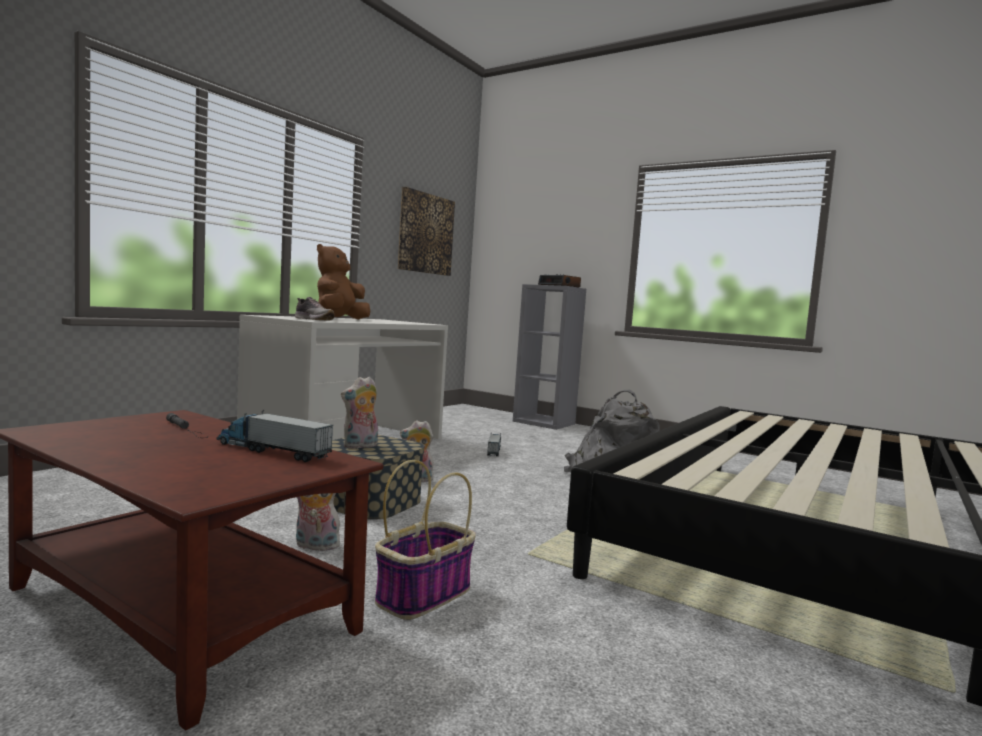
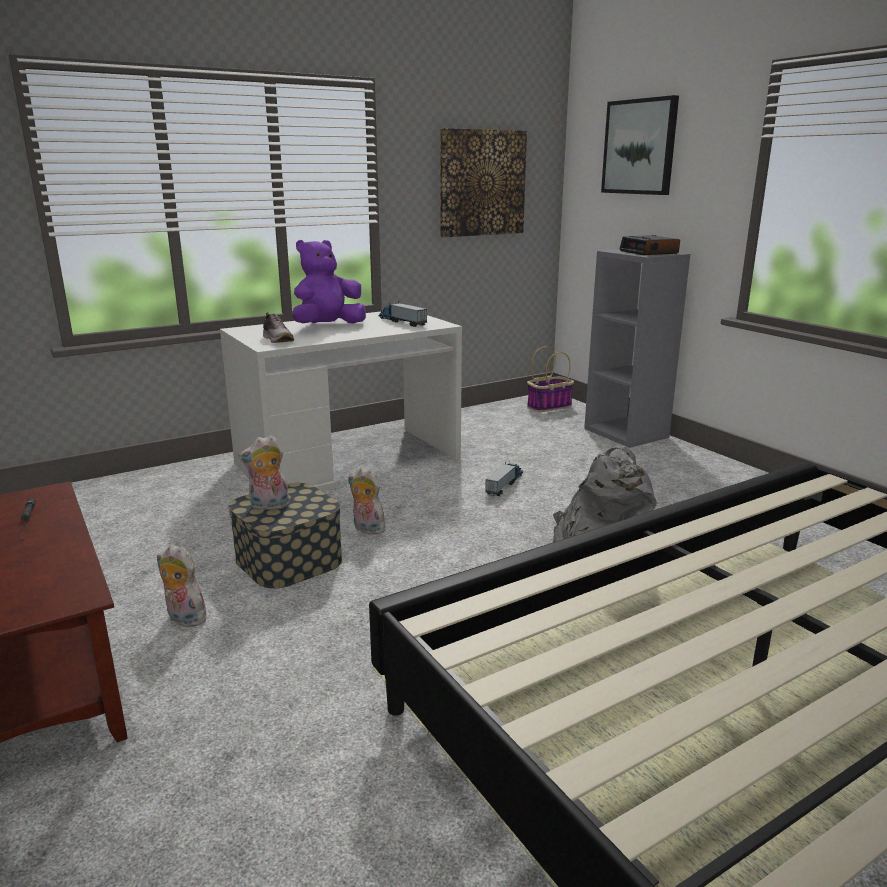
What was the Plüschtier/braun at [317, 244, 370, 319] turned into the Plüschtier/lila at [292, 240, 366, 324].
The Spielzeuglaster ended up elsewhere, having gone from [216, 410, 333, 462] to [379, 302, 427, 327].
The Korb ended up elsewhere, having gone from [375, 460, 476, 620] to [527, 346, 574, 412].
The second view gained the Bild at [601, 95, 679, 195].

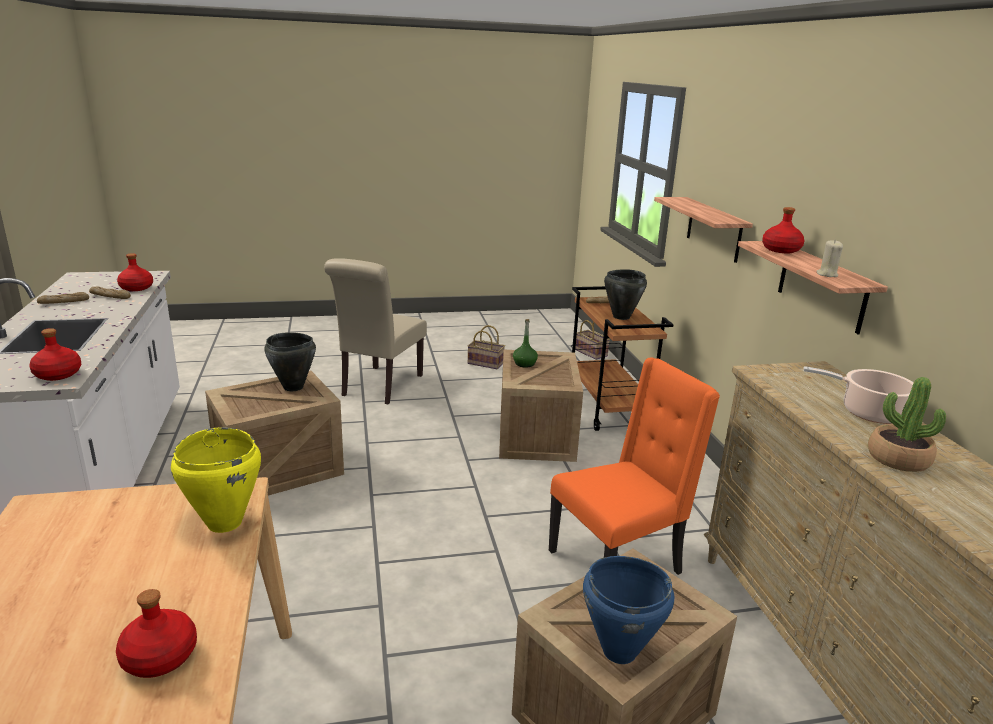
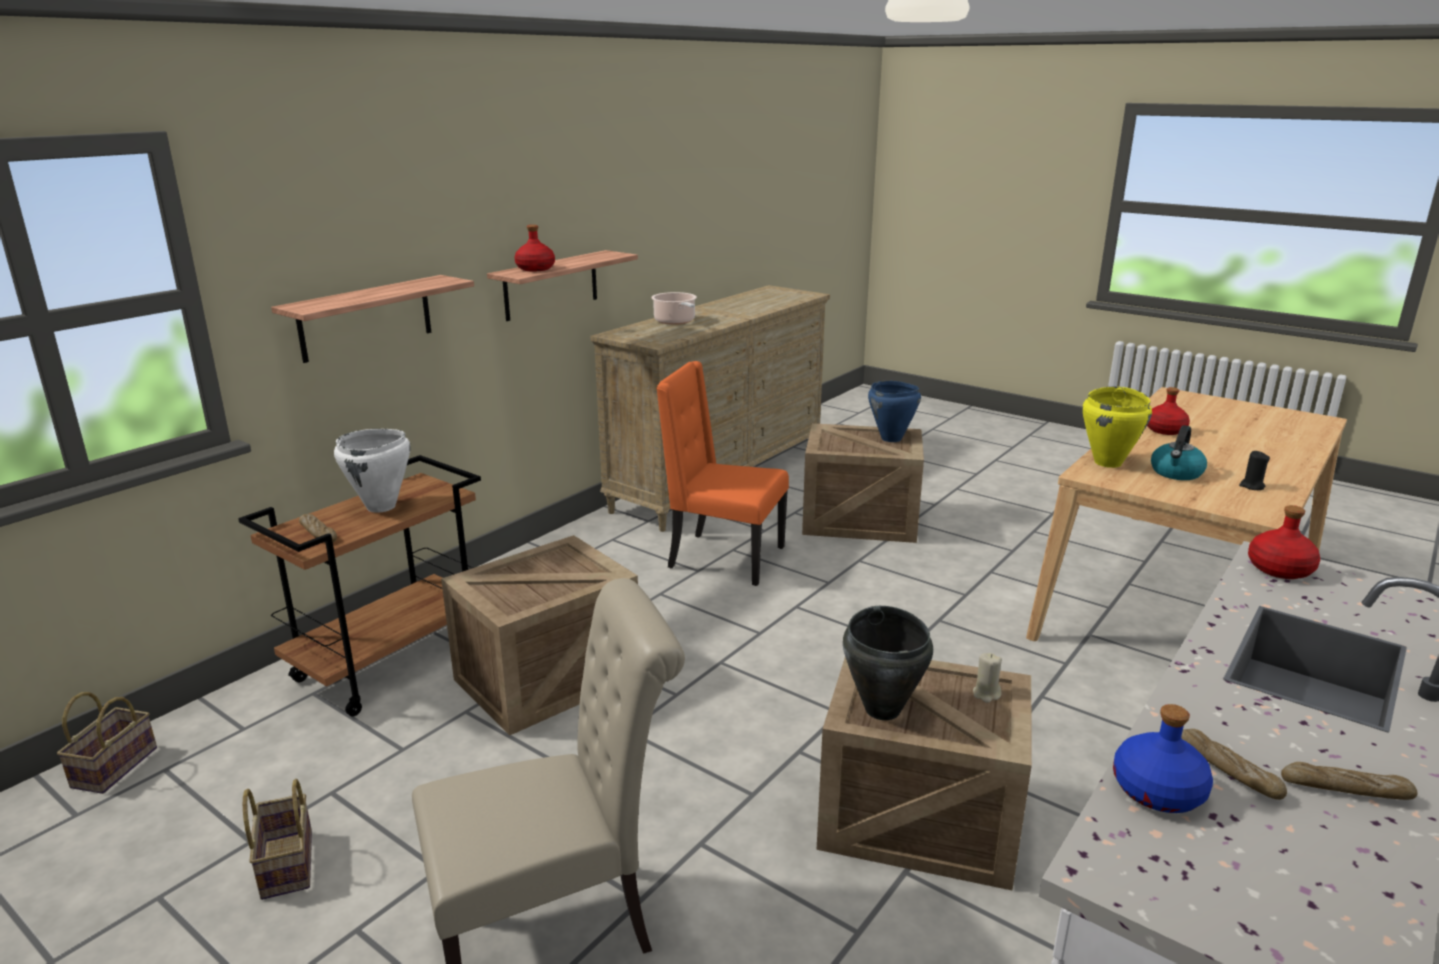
What was the Kochtopf/schwarz at [604, 269, 647, 320] turned into the Kochtopf/weiß at [334, 429, 411, 513].
The Kerze/beige ended up elsewhere, having gone from [816, 240, 843, 277] to [973, 653, 1002, 703].
What was the Flasche/rot at [117, 253, 153, 291] turned into the Flasche/blau at [1113, 704, 1213, 813].
The second view gained the Wasserkessel at [1151, 425, 1207, 480].
The second view gained the Kerze/schwarz at [1239, 451, 1270, 490].
The second view lost the Flasche/grün at [513, 319, 538, 368].
The second view lost the Topfpflanze at [868, 377, 946, 472].

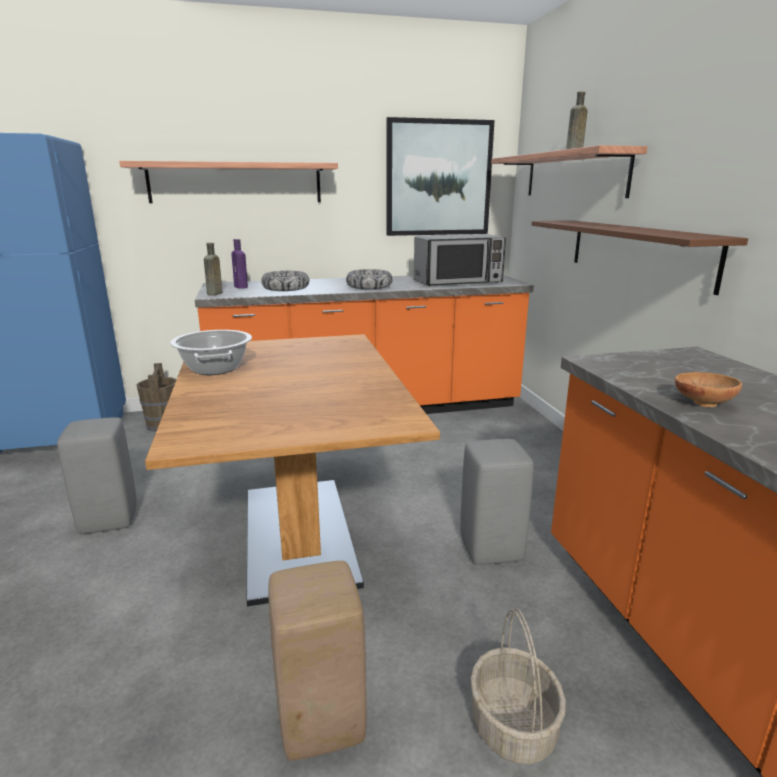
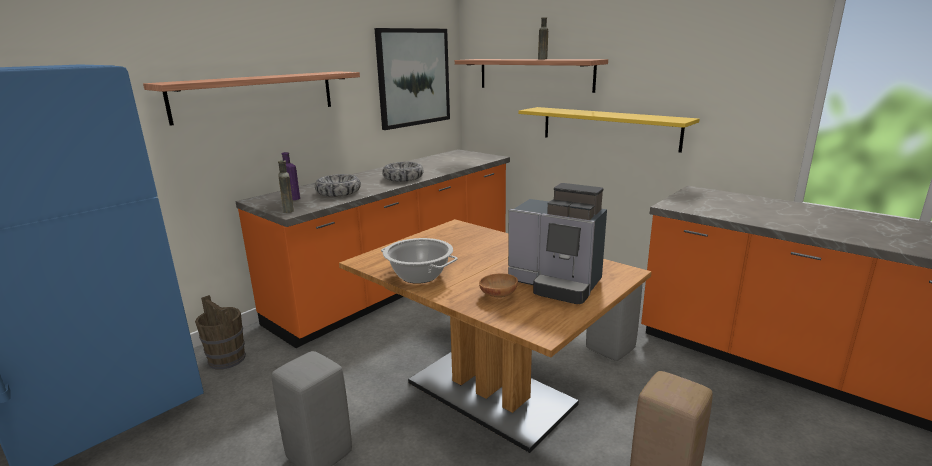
The Schüssel/braun ended up elsewhere, having gone from [675, 372, 742, 408] to [479, 273, 518, 299].
The second view gained the Kaffeemaschine at [508, 183, 607, 304].
What was the Wandregal/braun at [532, 220, 748, 295] turned into the Wandregal/gelb at [518, 107, 699, 153].
The second view lost the Mikrowelle at [414, 234, 506, 286].
The second view lost the Korb at [470, 608, 566, 764].

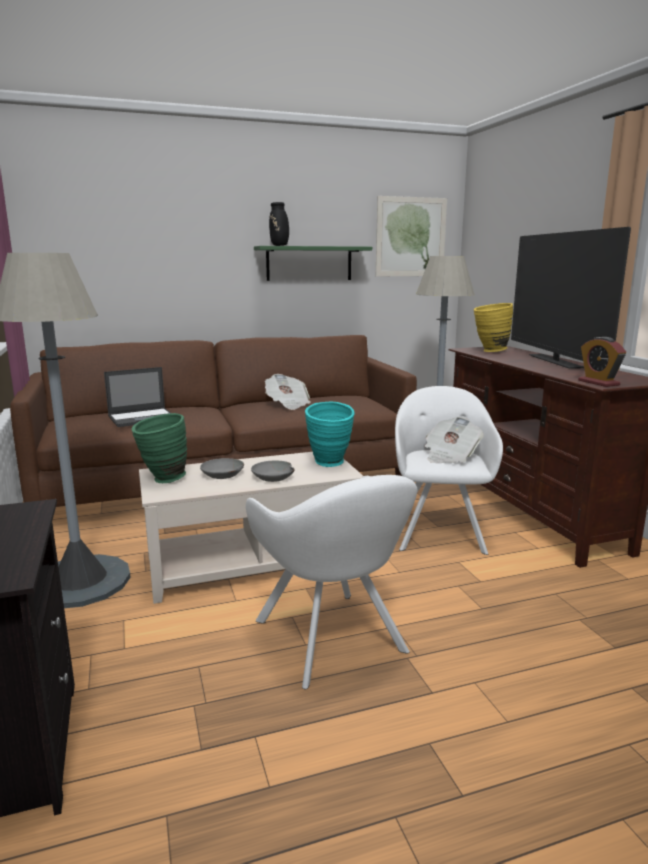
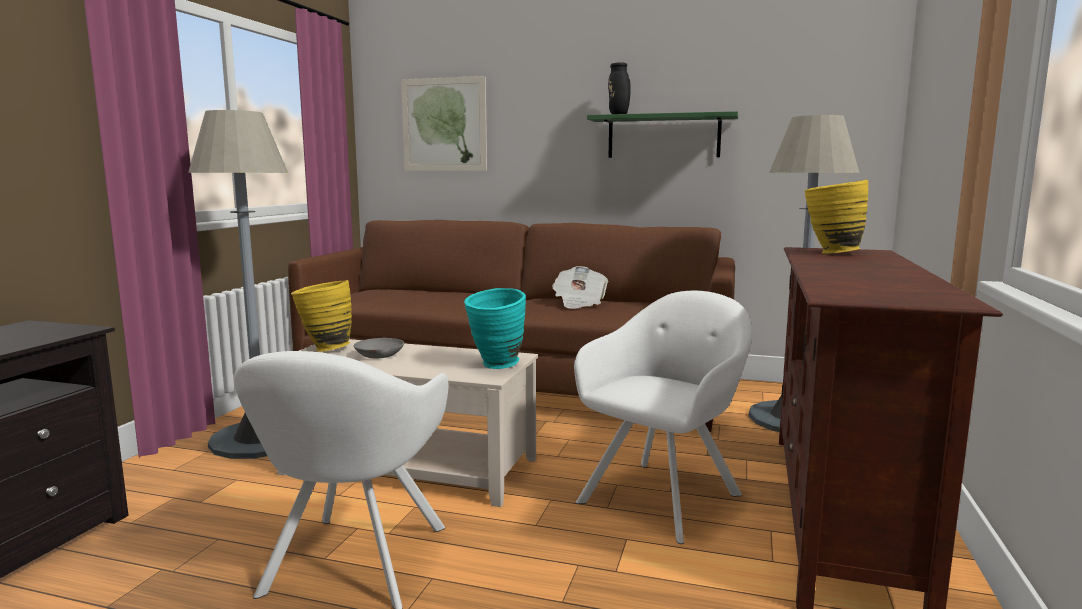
What was the Vase/grün at [132, 413, 187, 483] turned into the Vase/gelb at [291, 280, 352, 352].
The Bild ended up elsewhere, having gone from [376, 196, 447, 276] to [401, 76, 487, 171].
The second view lost the Laptop at [104, 367, 171, 427].
The second view lost the Schüssel/grau at [251, 461, 295, 482].
The second view lost the Zeitung at [425, 417, 483, 463].
The second view lost the Fernseher at [511, 227, 631, 369].
The second view lost the Wecker at [578, 337, 626, 387].

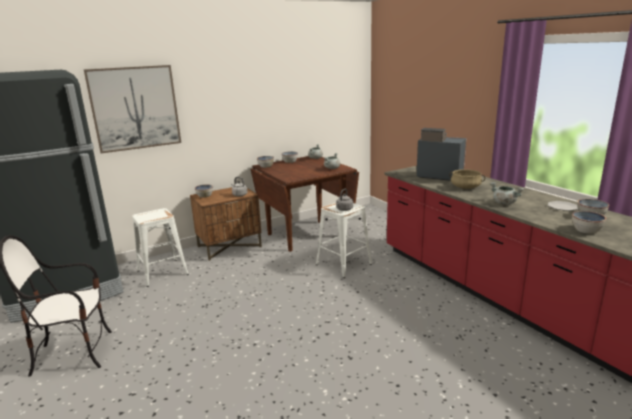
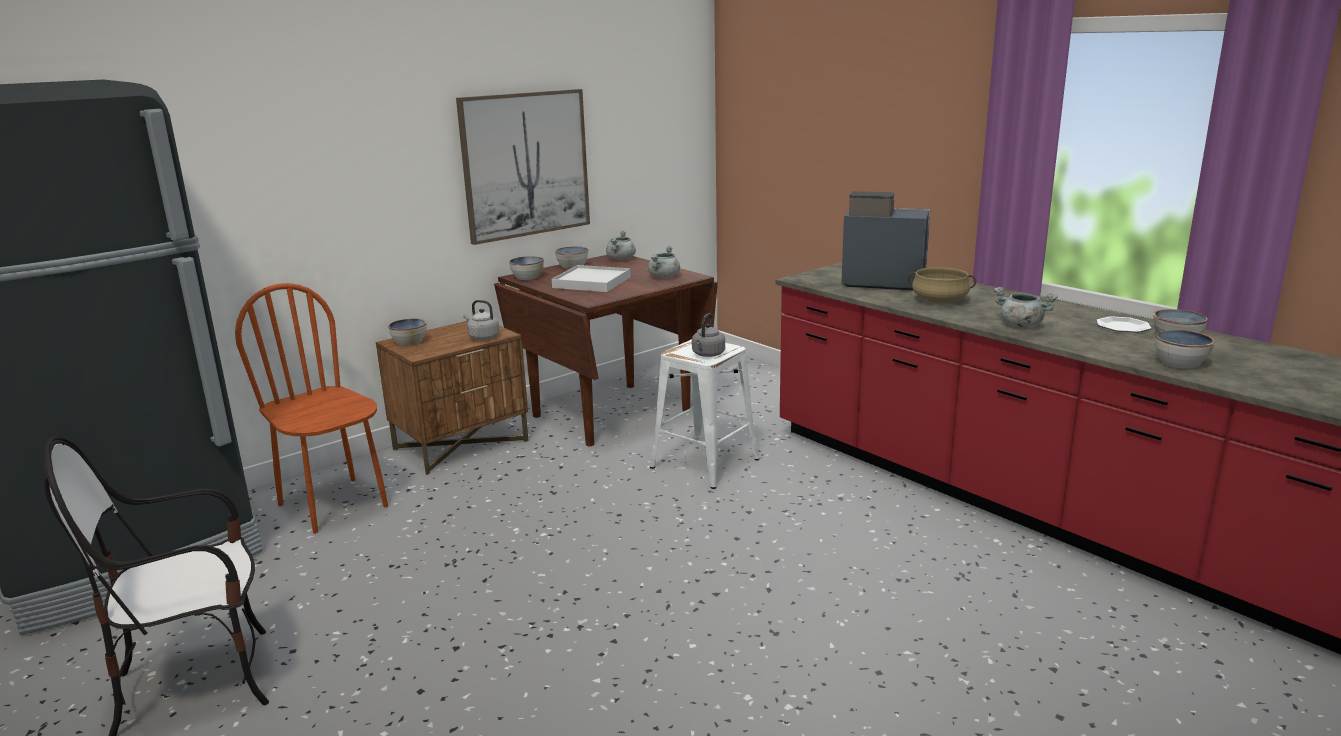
Where the Hocker/weiß stood at [132, 208, 189, 287], the Stuhl/braun came to stand at [235, 283, 388, 534].
The Bild ended up elsewhere, having gone from [84, 65, 181, 153] to [456, 89, 590, 245].
The second view gained the Tablett/weiß at [552, 265, 631, 292].

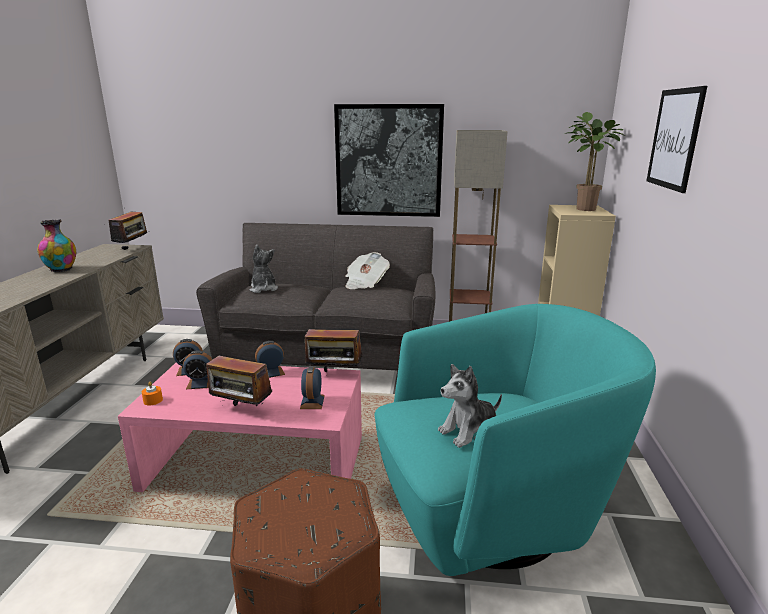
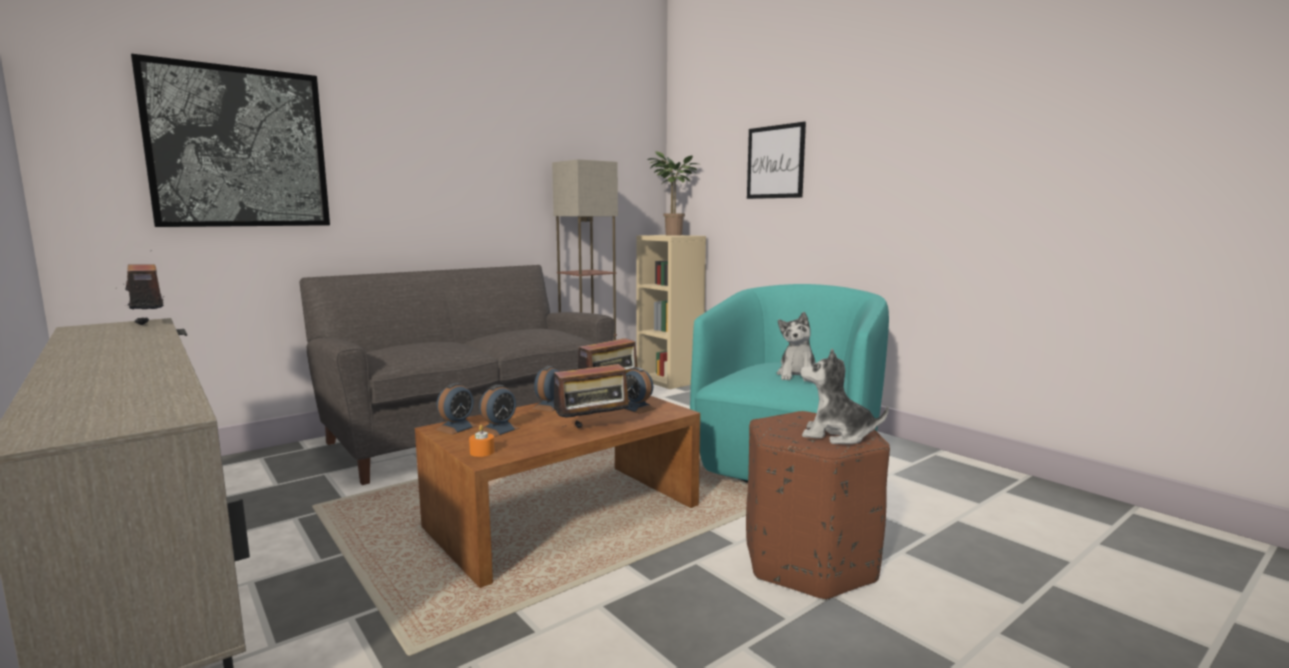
The Bild ended up elsewhere, having gone from [334, 104, 444, 217] to [131, 54, 330, 227].
What was the Couchtisch/rosa at [118, 363, 362, 492] turned into the Couchtisch/braun at [415, 396, 700, 588].
The Plüschtier ended up elsewhere, having gone from [250, 245, 278, 293] to [800, 349, 889, 445].
The second view lost the Vase at [38, 220, 76, 272].
The second view lost the Zeitung at [345, 252, 390, 289].

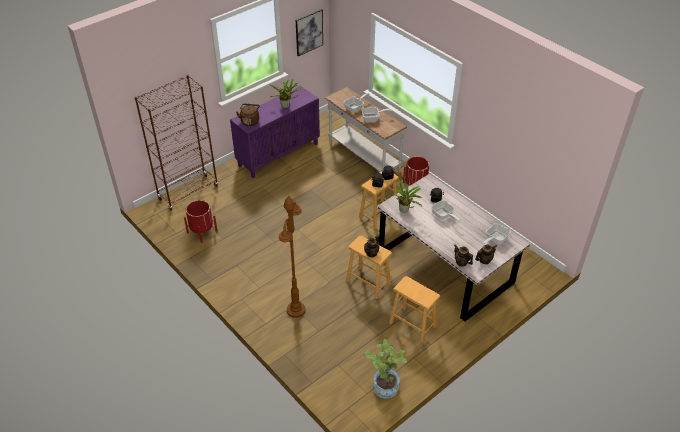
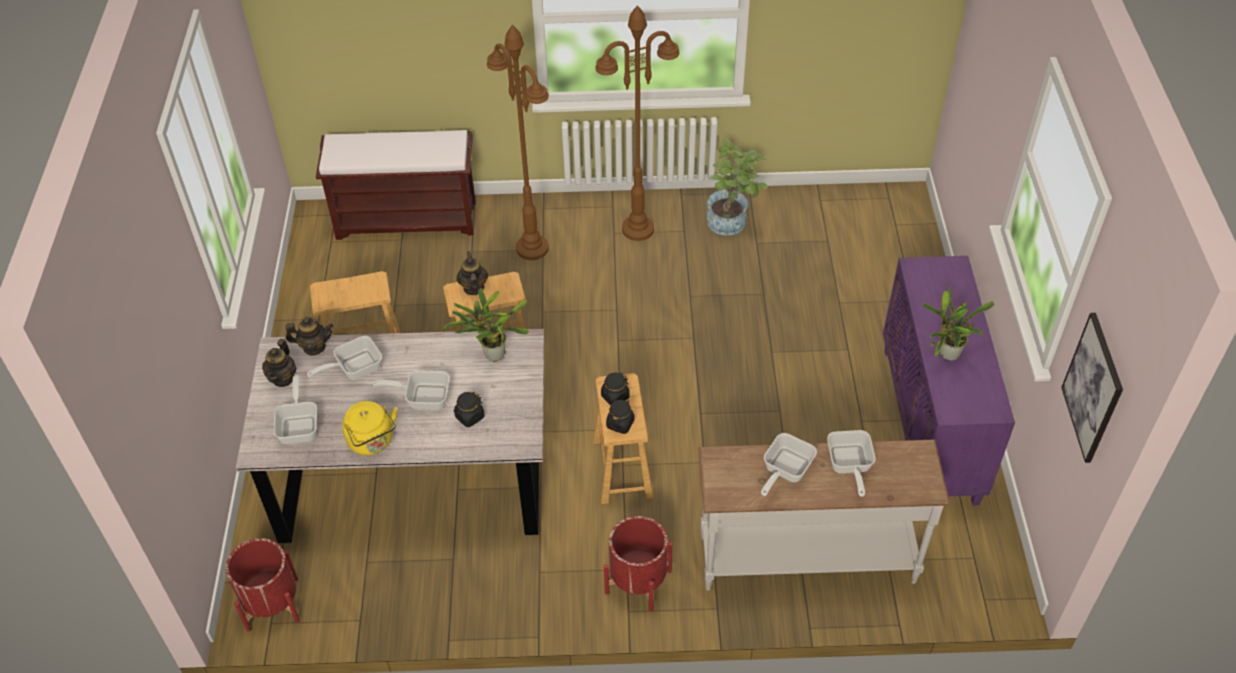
The Pflanzkübel/rot ended up elsewhere, having gone from [184, 200, 217, 243] to [226, 538, 300, 632].
The second view gained the Pfanne at [307, 336, 382, 380].
The second view gained the Bank/braun at [316, 130, 475, 240].
The second view gained the Wasserkessel/gelb at [342, 401, 397, 455].
The second view gained the Stehlampe/braun at [595, 5, 679, 241].
The Topfpflanze ended up elsewhere, having gone from [364, 339, 407, 399] to [706, 139, 768, 236].
The second view lost the Bücherregal/braun at [135, 75, 218, 211].
The second view lost the Wasserkessel/braun at [236, 104, 260, 126].

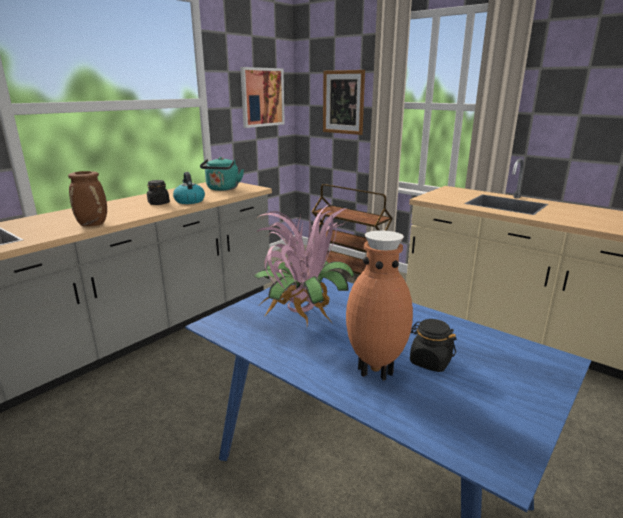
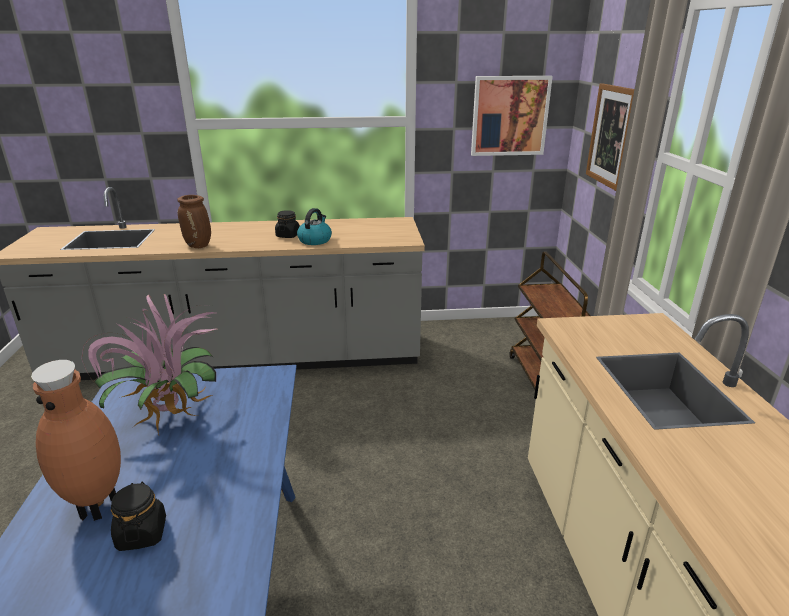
The second view lost the Wasserkessel/türkis at [200, 157, 244, 191].

